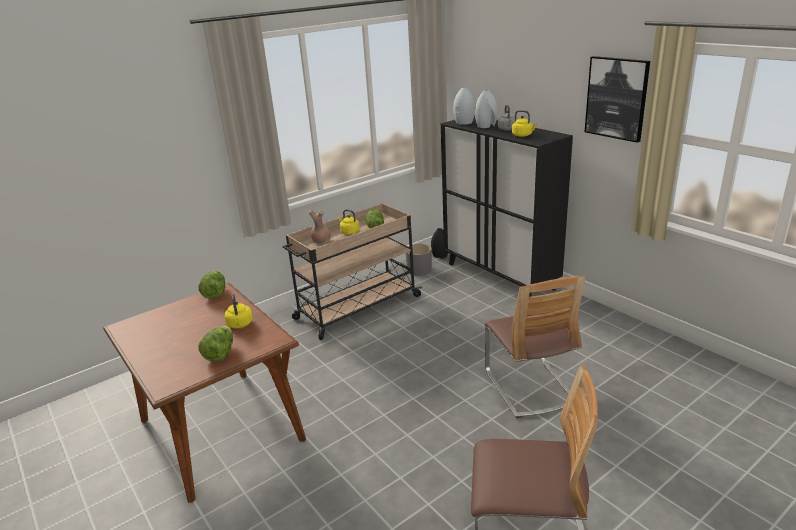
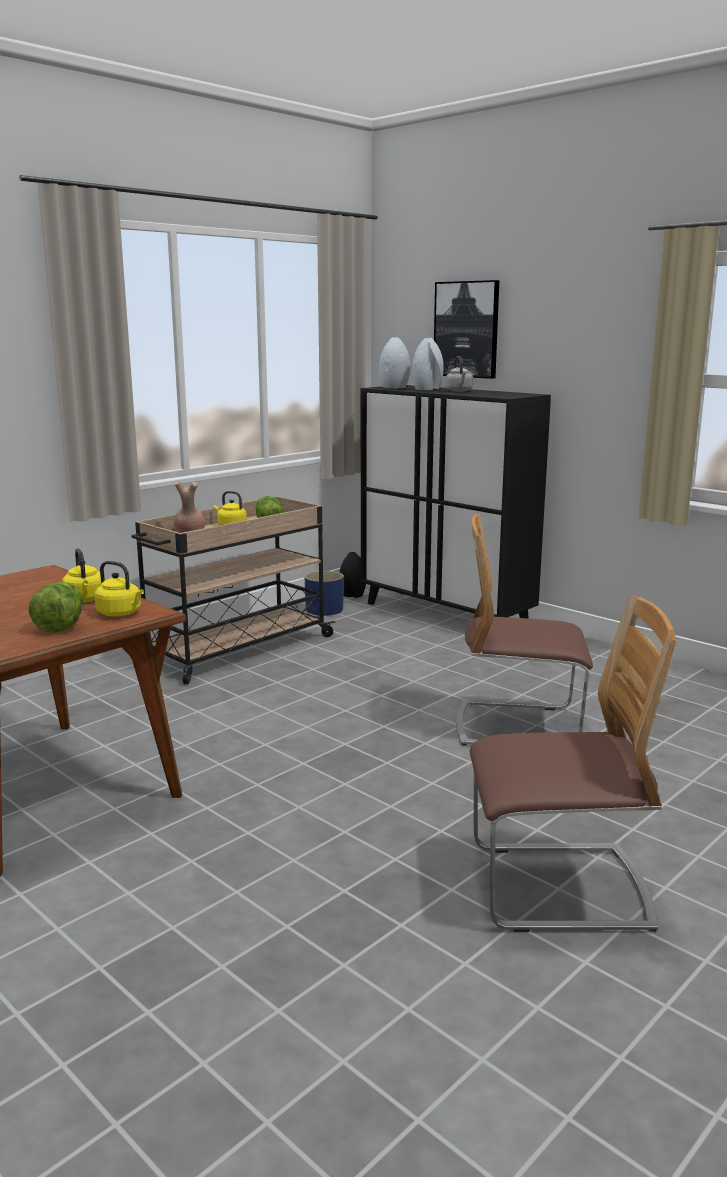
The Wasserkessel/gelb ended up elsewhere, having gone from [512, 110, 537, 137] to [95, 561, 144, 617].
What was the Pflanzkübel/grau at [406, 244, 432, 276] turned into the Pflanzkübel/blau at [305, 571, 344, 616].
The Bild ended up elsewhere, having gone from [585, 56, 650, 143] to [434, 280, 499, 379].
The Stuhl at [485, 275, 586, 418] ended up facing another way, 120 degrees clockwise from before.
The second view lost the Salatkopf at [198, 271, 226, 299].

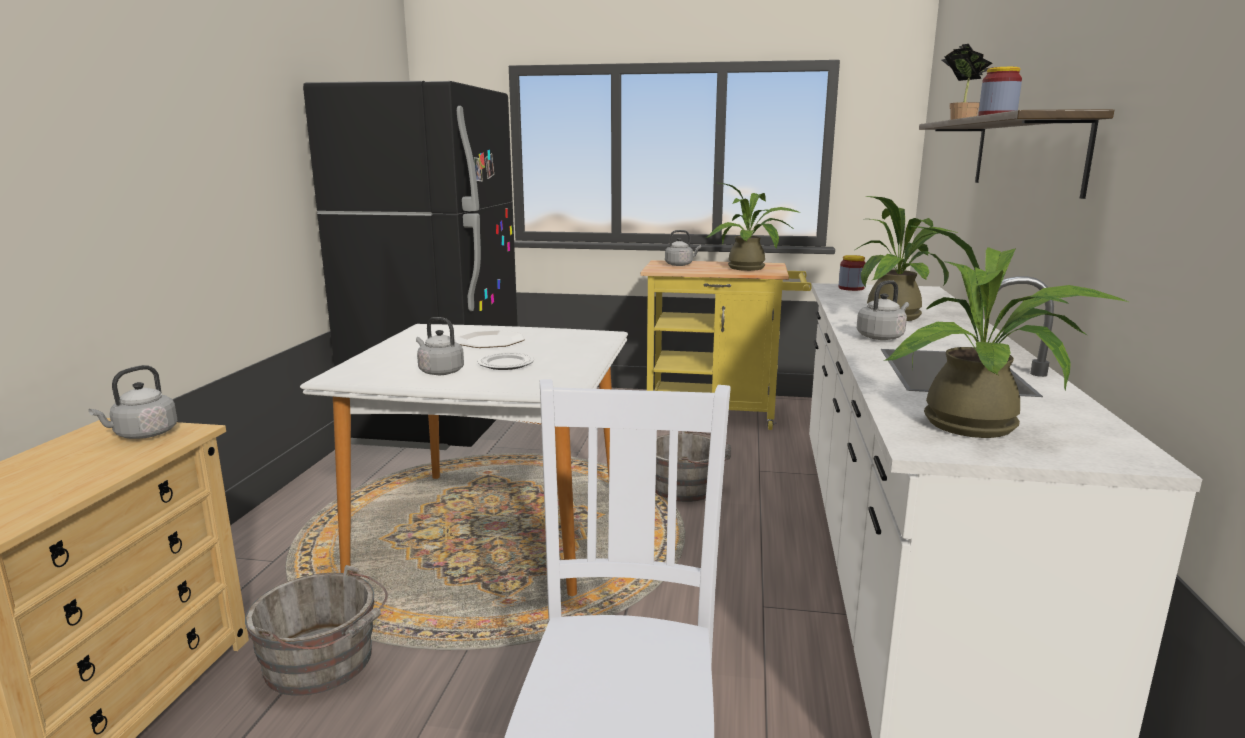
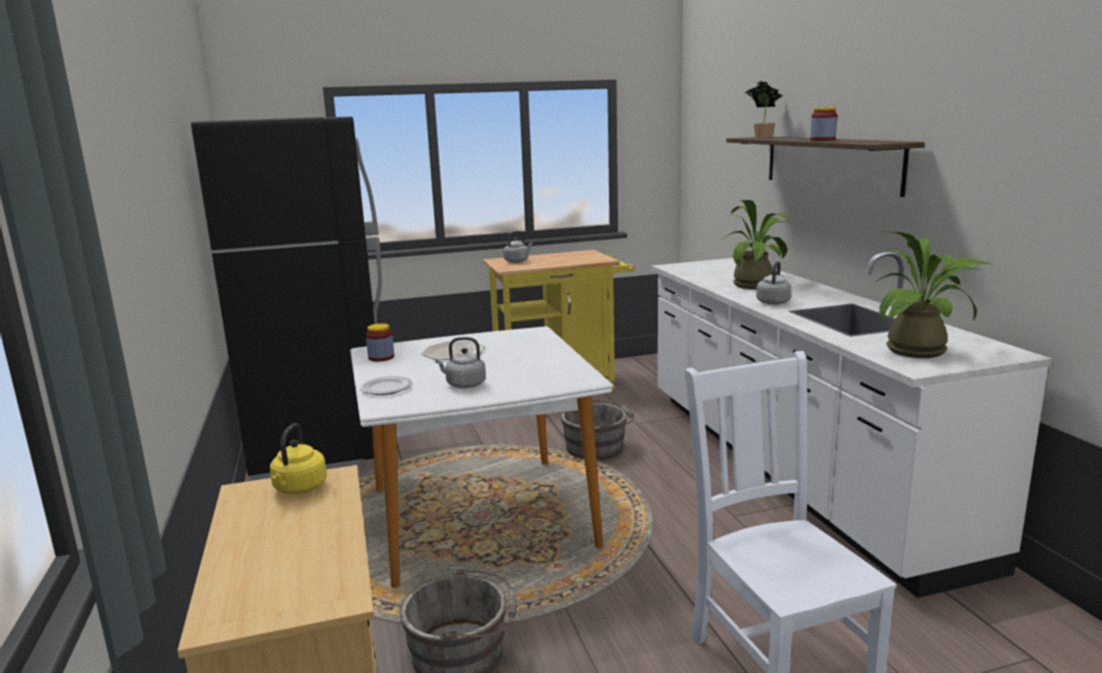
What was the Wasserkessel/grau at [88, 365, 177, 439] turned into the Wasserkessel/gelb at [270, 423, 327, 494].
The Teller ended up elsewhere, having gone from [478, 353, 534, 370] to [359, 376, 412, 395].
The Vorratsglas ended up elsewhere, having gone from [838, 255, 866, 291] to [366, 323, 394, 362].
The second view lost the Topfpflanze at [706, 183, 801, 271].

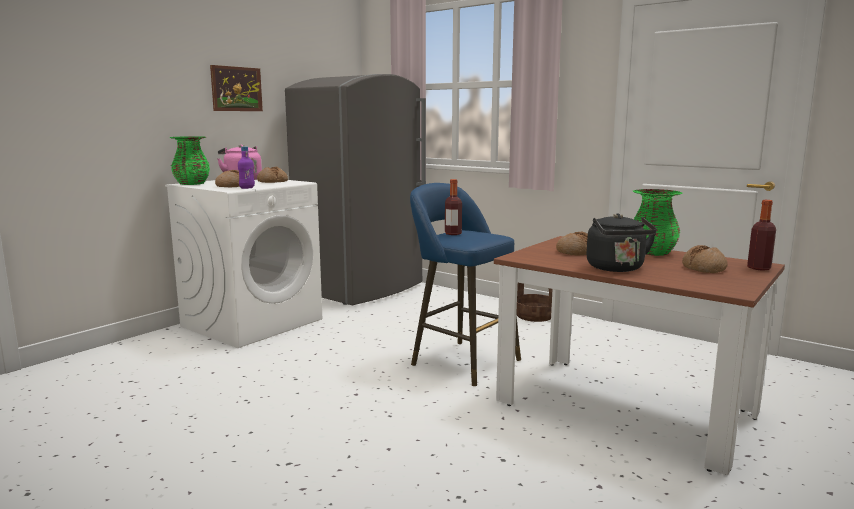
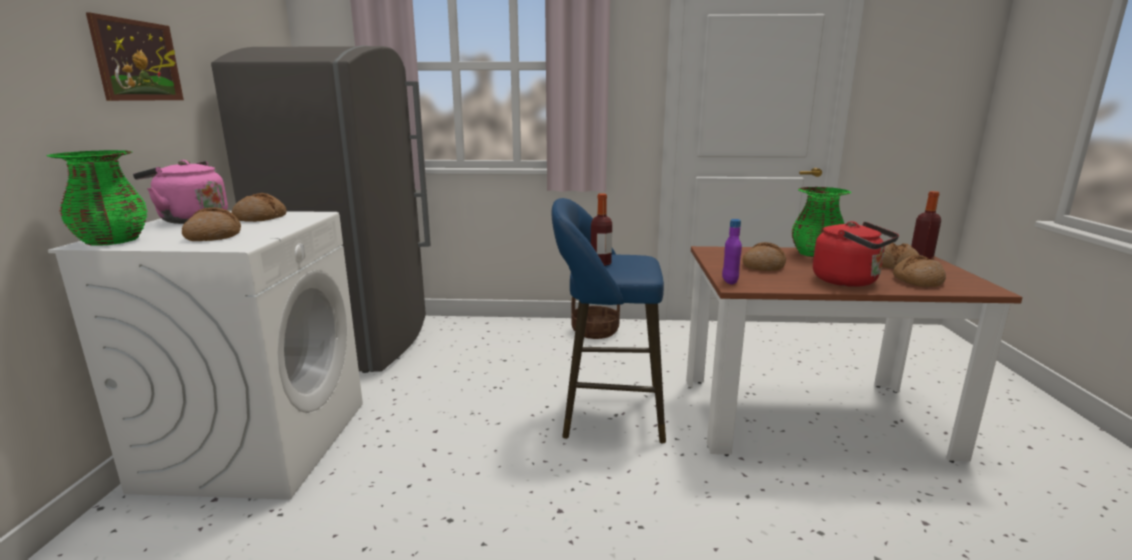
The Flasche/lila ended up elsewhere, having gone from [238, 146, 255, 189] to [722, 219, 742, 284].
What was the Wasserkessel/schwarz at [586, 213, 657, 272] turned into the Wasserkessel/rot at [813, 221, 899, 287].
The second view gained the Brot at [893, 255, 946, 287].

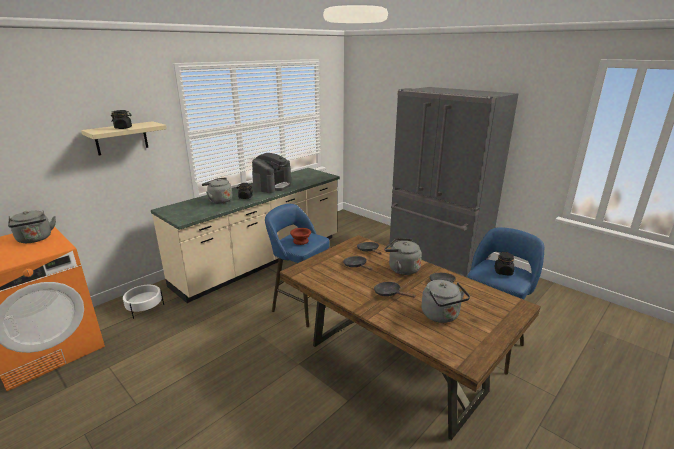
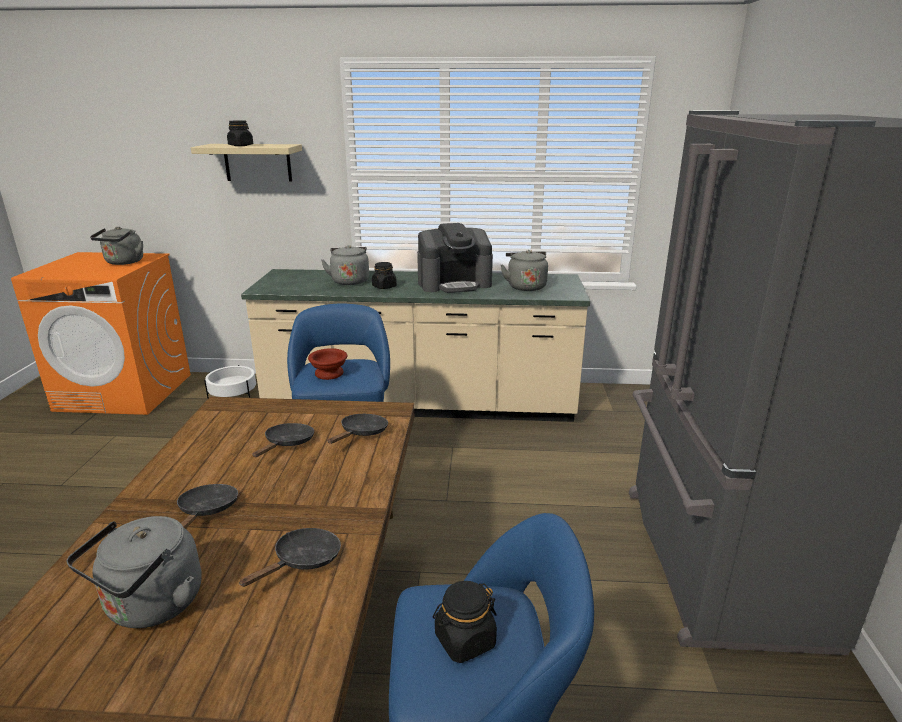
The Wasserkessel/grau ended up elsewhere, having gone from [384, 238, 422, 275] to [501, 250, 548, 291].

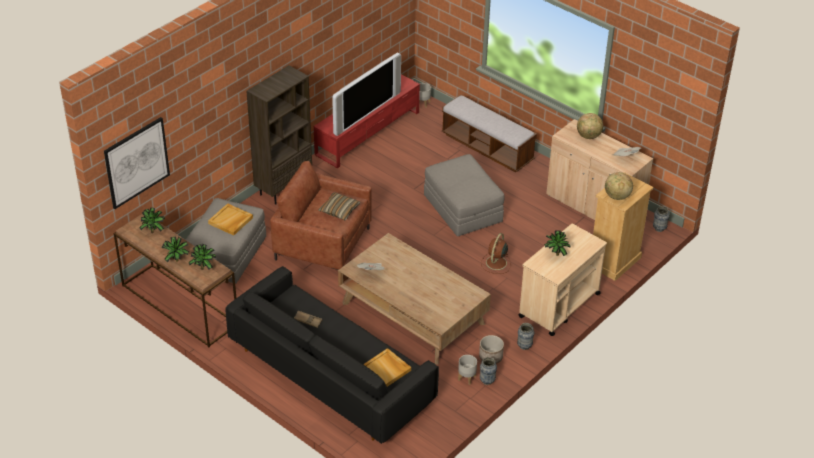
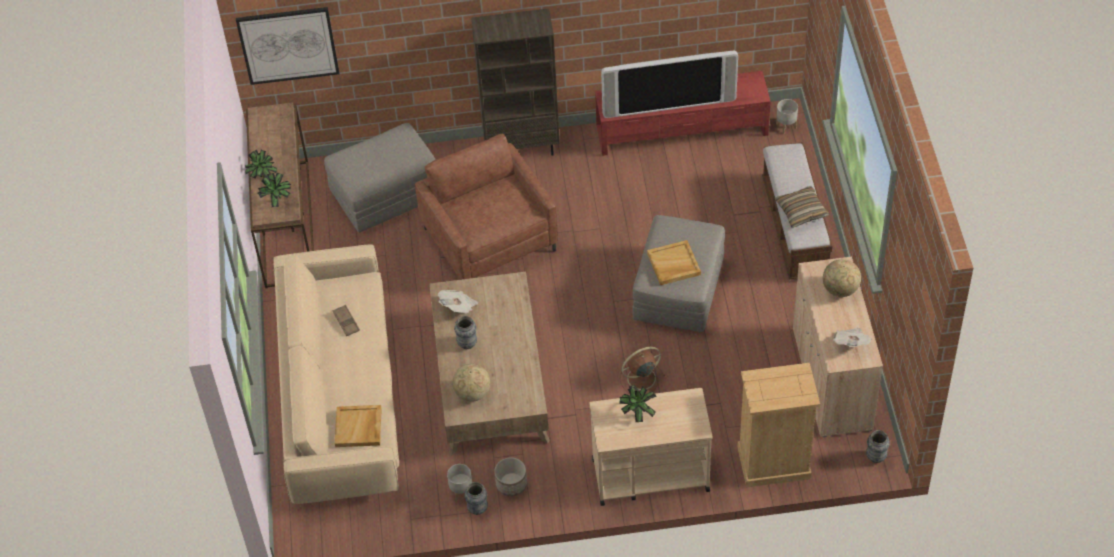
What was the Sofa/schwarz at [226, 266, 439, 444] turned into the Sofa/beige at [273, 245, 399, 504].
The Globus ended up elsewhere, having gone from [605, 172, 633, 200] to [453, 364, 491, 402].
The Vase ended up elsewhere, having gone from [517, 323, 534, 350] to [454, 316, 477, 349].
The Tablett/beige ended up elsewhere, having gone from [208, 203, 253, 235] to [647, 240, 701, 285].
The Kissen ended up elsewhere, having gone from [318, 192, 360, 220] to [775, 186, 829, 228].
The second view lost the Topfpflanze at [139, 207, 165, 233].

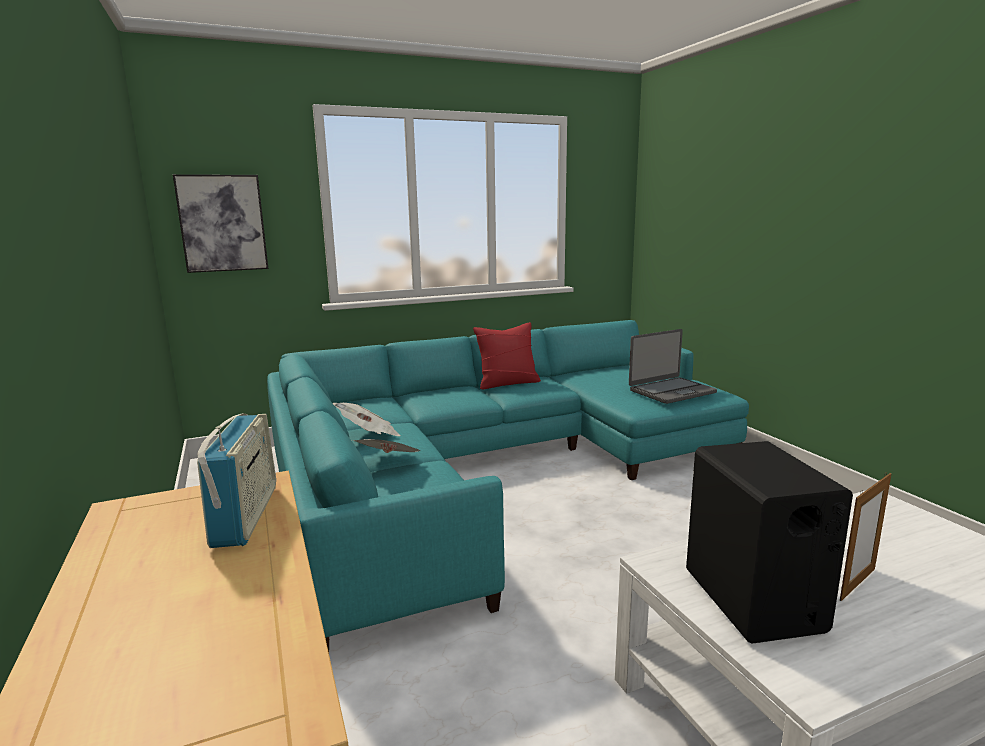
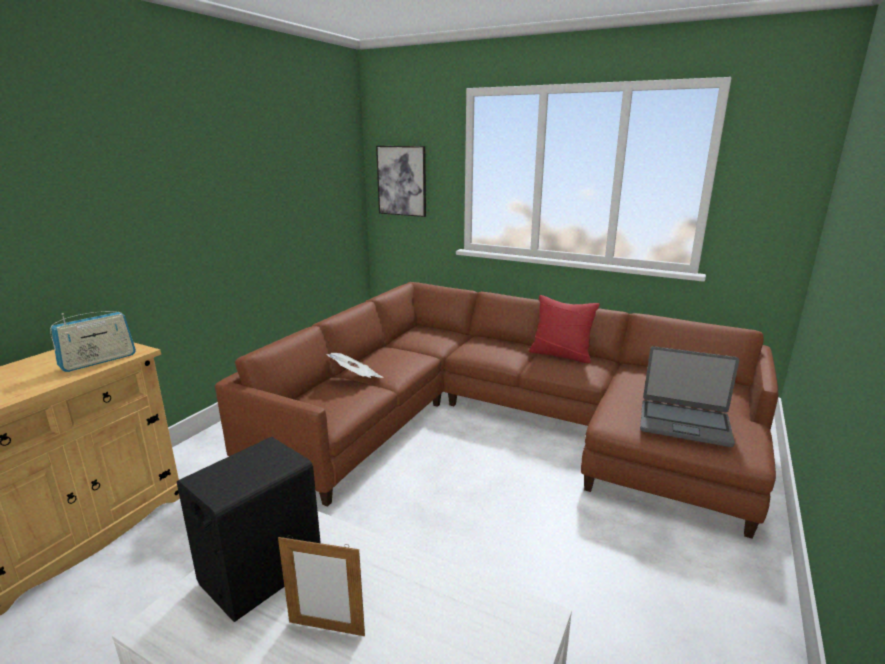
What was the Sofa/türkis at [267, 320, 749, 652] turned into the Sofa/braun at [215, 282, 779, 539].
The second view lost the Zeitung at [333, 403, 401, 436].

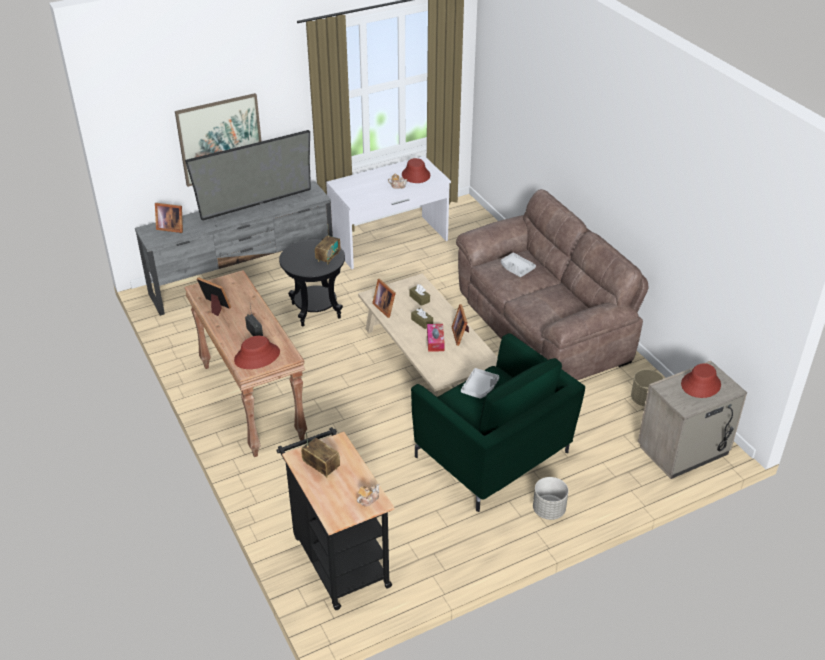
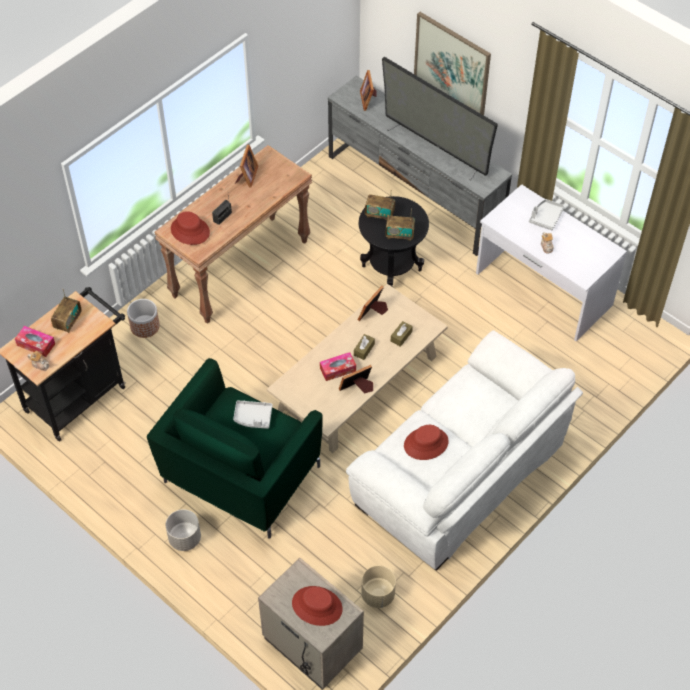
The second view gained the Taschentuchbox at [15, 326, 55, 357].
The second view gained the Pflanzkübel at [127, 299, 160, 338].
What was the Sofa/braun at [456, 189, 648, 380] turned into the Sofa/weiß at [346, 330, 583, 571].
The second view gained the Radio at [365, 194, 395, 220].
The Hut/rot ended up elsewhere, having gone from [402, 158, 430, 183] to [404, 425, 449, 460].
The Tablett/grau ended up elsewhere, having gone from [501, 253, 536, 277] to [529, 199, 564, 230].

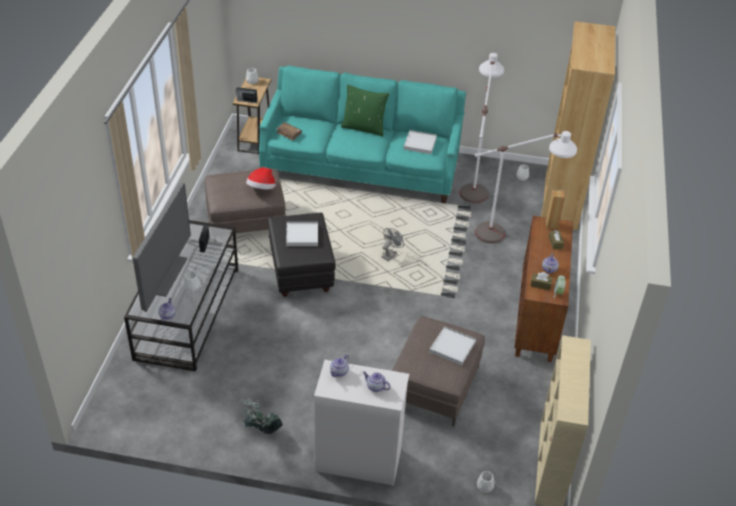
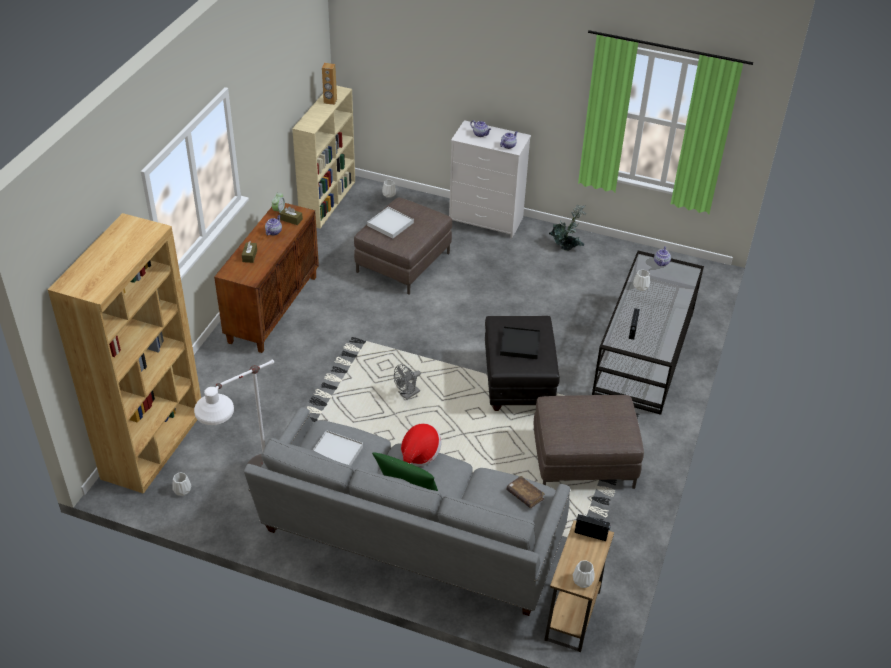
What was the Sofa/türkis at [259, 66, 466, 203] turned into the Sofa/grau at [244, 407, 571, 616].
The Lautsprecher/braun ended up elsewhere, having gone from [546, 190, 565, 229] to [322, 63, 337, 105].
The Hut ended up elsewhere, having gone from [246, 167, 276, 189] to [401, 423, 442, 467].
What was the Tablett/weiß at [286, 222, 318, 246] turned into the Tablett/schwarz at [500, 326, 540, 359].
The second view lost the Fernseher at [133, 183, 191, 312].
The second view lost the Stehlampe/weiß at [475, 131, 577, 244].

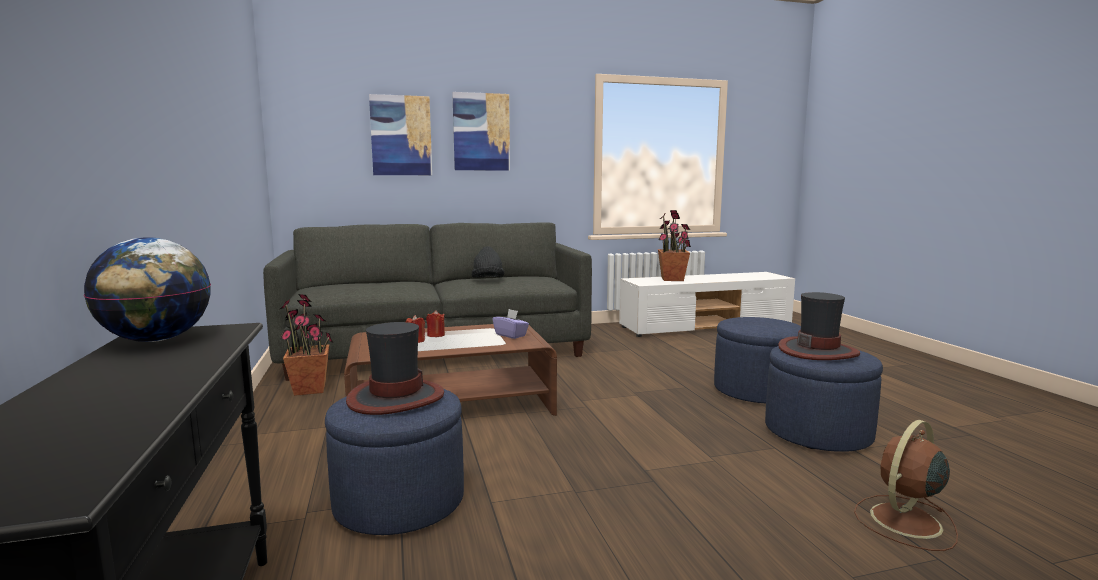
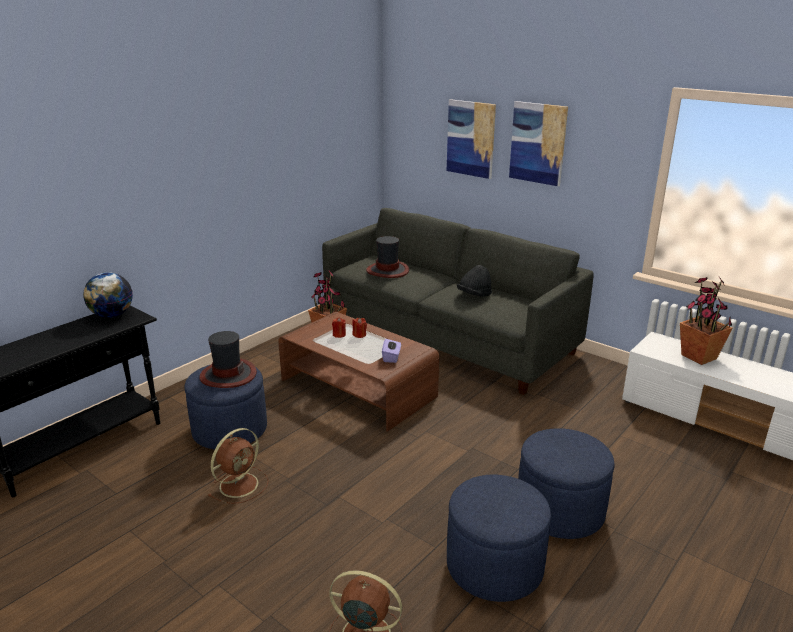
The second view gained the Ventilator/braun at [208, 428, 269, 504].
The Hut ended up elsewhere, having gone from [778, 292, 860, 360] to [366, 236, 409, 278].

